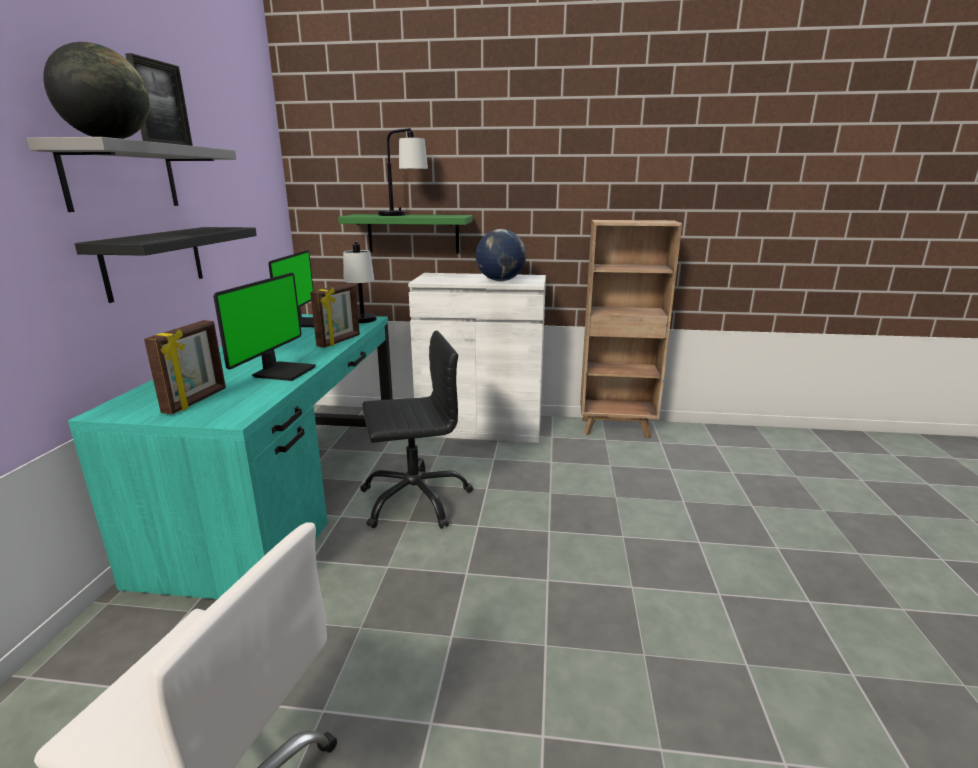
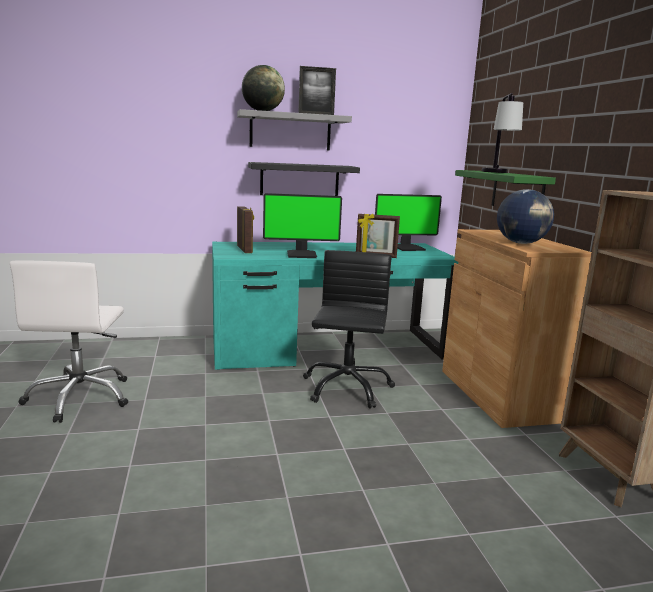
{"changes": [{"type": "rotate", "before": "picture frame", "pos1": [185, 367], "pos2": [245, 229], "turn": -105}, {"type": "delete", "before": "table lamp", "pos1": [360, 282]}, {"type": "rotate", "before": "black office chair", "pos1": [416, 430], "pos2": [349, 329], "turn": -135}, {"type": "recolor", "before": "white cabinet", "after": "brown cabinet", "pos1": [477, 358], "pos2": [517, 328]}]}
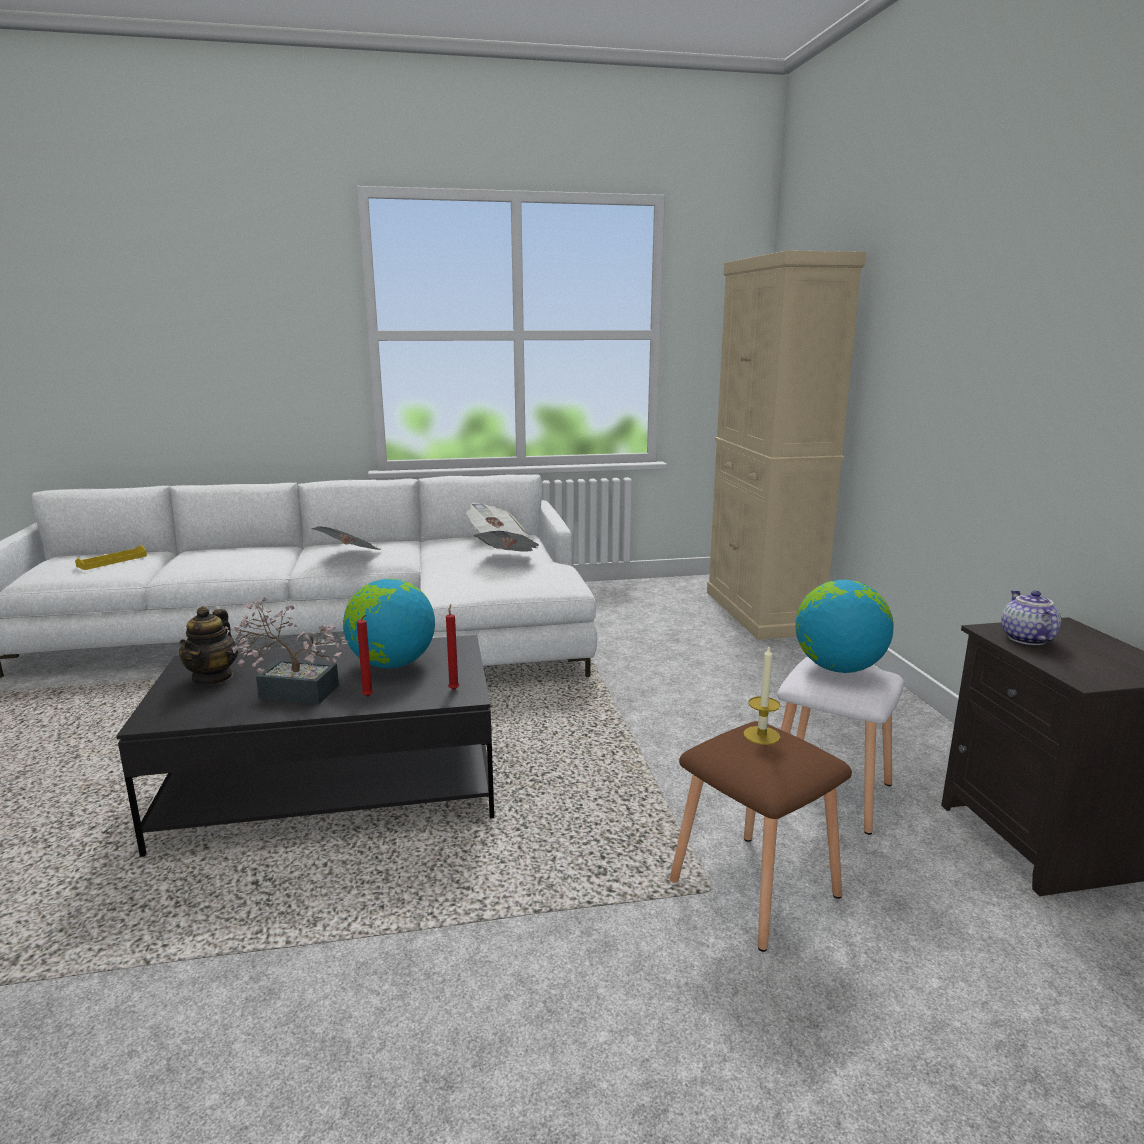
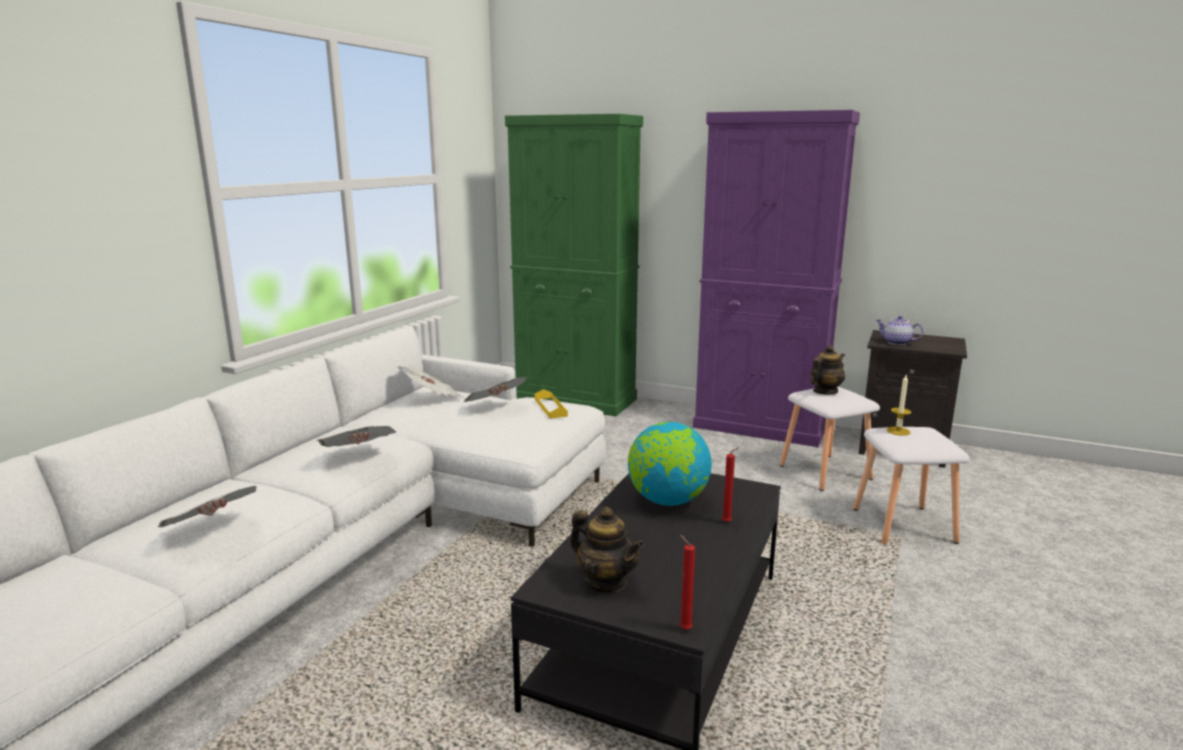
{"changes": [{"type": "move", "before": "yellow tray", "pos1": [111, 557], "pos2": [551, 404]}, {"type": "delete", "before": "potted plant", "pos1": [287, 650]}, {"type": "move", "before": "red candle", "pos1": [452, 647], "pos2": [687, 582]}, {"type": "recolor", "before": "brown stool", "after": "white stool", "pos1": [761, 836], "pos2": [911, 485]}, {"type": "recolor", "before": "beige cabinet", "after": "green cabinet", "pos1": [786, 445], "pos2": [574, 265]}, {"type": "replace", "before": "globe", "after": "teapot", "pos1": [844, 626], "pos2": [827, 369]}, {"type": "insert", "after": "newspaper", "pos2": [207, 507]}, {"type": "insert", "after": "purple cabinet", "pos2": [776, 278]}]}
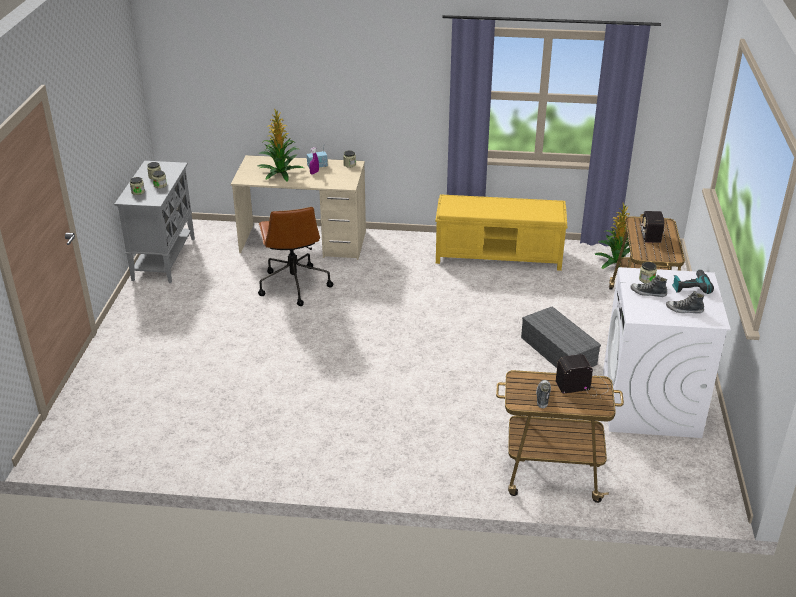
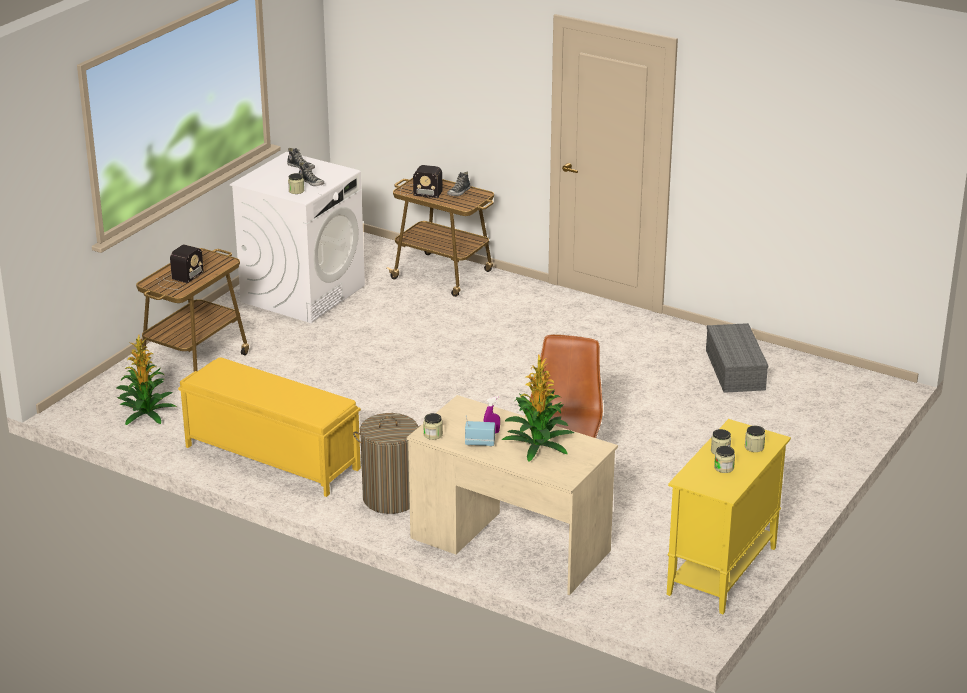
{"changes": [{"type": "recolor", "before": "grey cabinet", "after": "yellow cabinet", "pos1": [154, 222], "pos2": [729, 516]}, {"type": "move", "before": "grey storage box", "pos1": [561, 337], "pos2": [737, 358]}, {"type": "delete", "before": "power drill", "pos1": [693, 282]}, {"type": "insert", "after": "laundry basket", "pos2": [387, 463]}]}
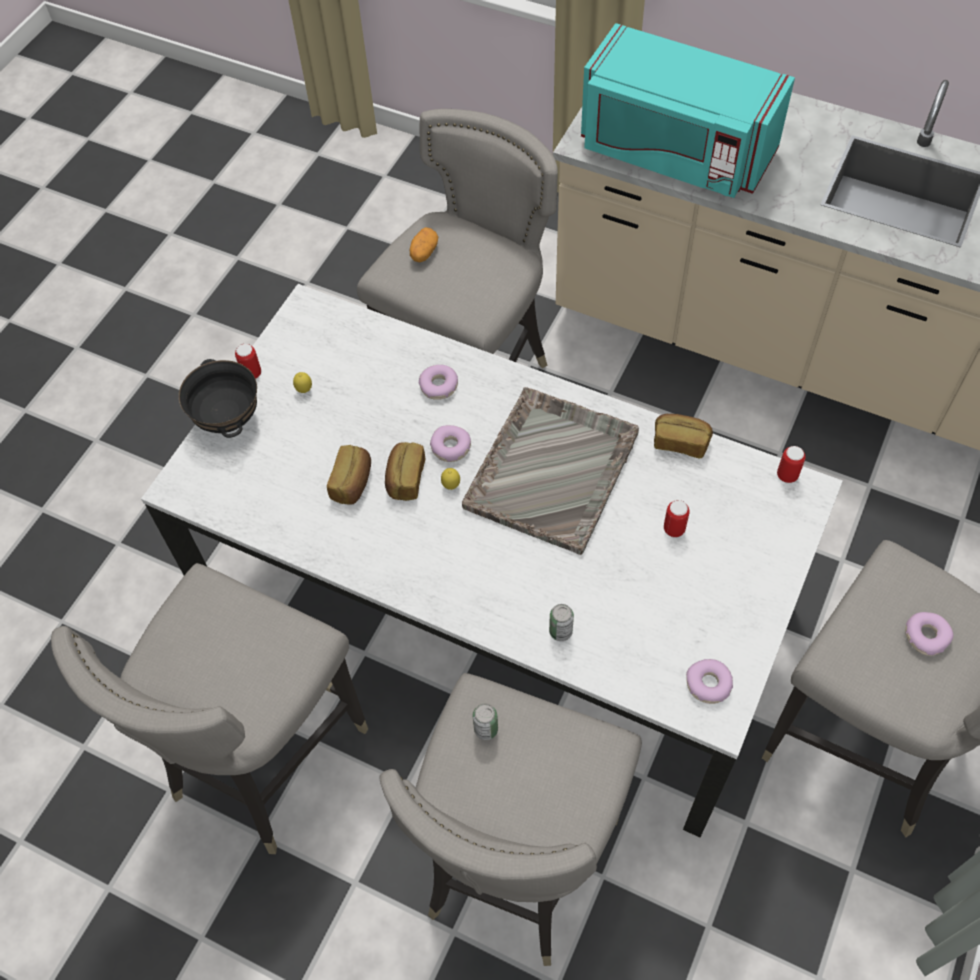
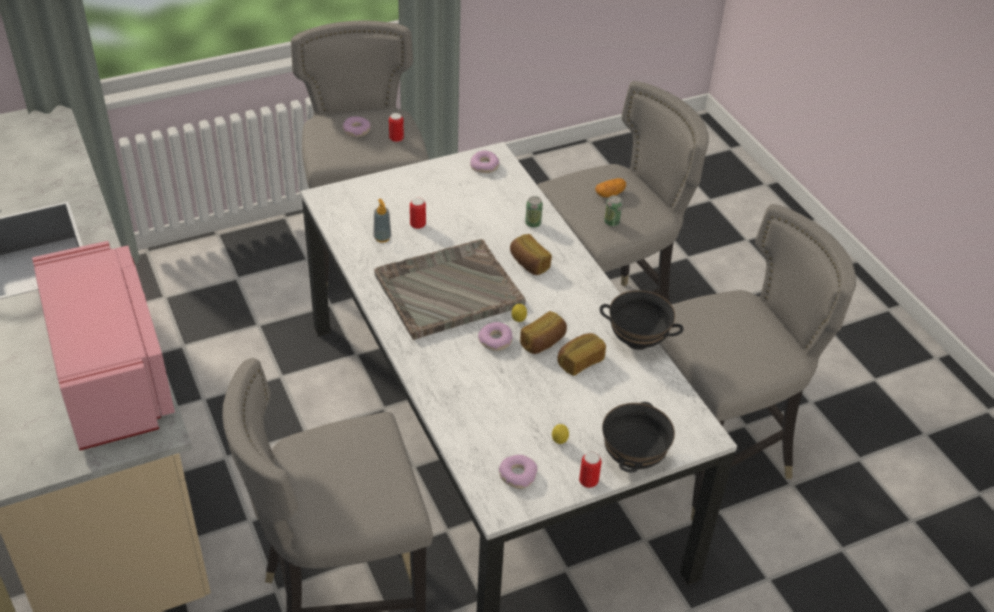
{"changes": [{"type": "move", "before": "potato", "pos1": [424, 244], "pos2": [610, 187]}, {"type": "move", "before": "donut", "pos1": [438, 382], "pos2": [518, 472]}, {"type": "recolor", "before": "turquoise microwave", "after": "pink microwave", "pos1": [688, 110], "pos2": [103, 345]}, {"type": "move", "before": "bread", "pos1": [683, 436], "pos2": [531, 254]}, {"type": "move", "before": "can", "pos1": [791, 464], "pos2": [396, 127]}, {"type": "insert", "after": "soap dispenser", "pos2": [382, 221]}, {"type": "insert", "after": "black bowl", "pos2": [641, 320]}]}
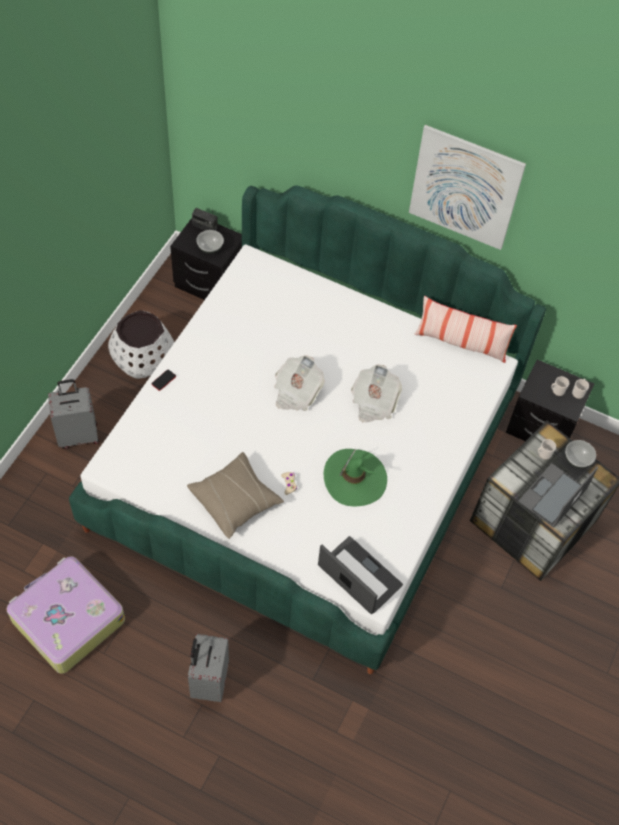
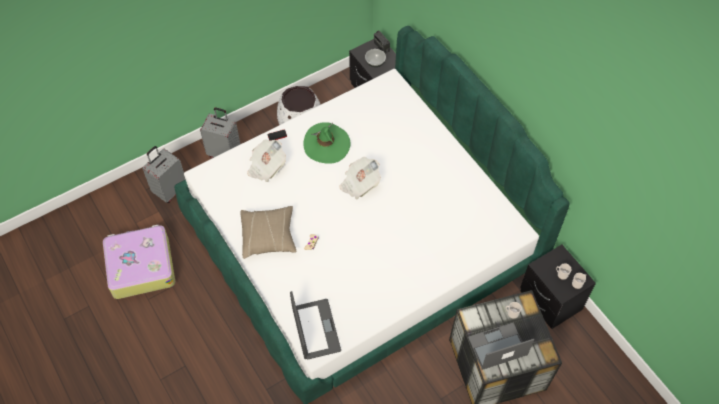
{"changes": [{"type": "move", "before": "grey suitcase", "pos1": [208, 668], "pos2": [164, 174]}, {"type": "move", "before": "green hat", "pos1": [355, 477], "pos2": [327, 143]}, {"type": "move", "before": "newspaper", "pos1": [376, 393], "pos2": [266, 160]}, {"type": "delete", "before": "picture", "pos1": [467, 187]}, {"type": "delete", "before": "pillow", "pos1": [465, 329]}, {"type": "delete", "before": "bowl", "pos1": [580, 454]}]}
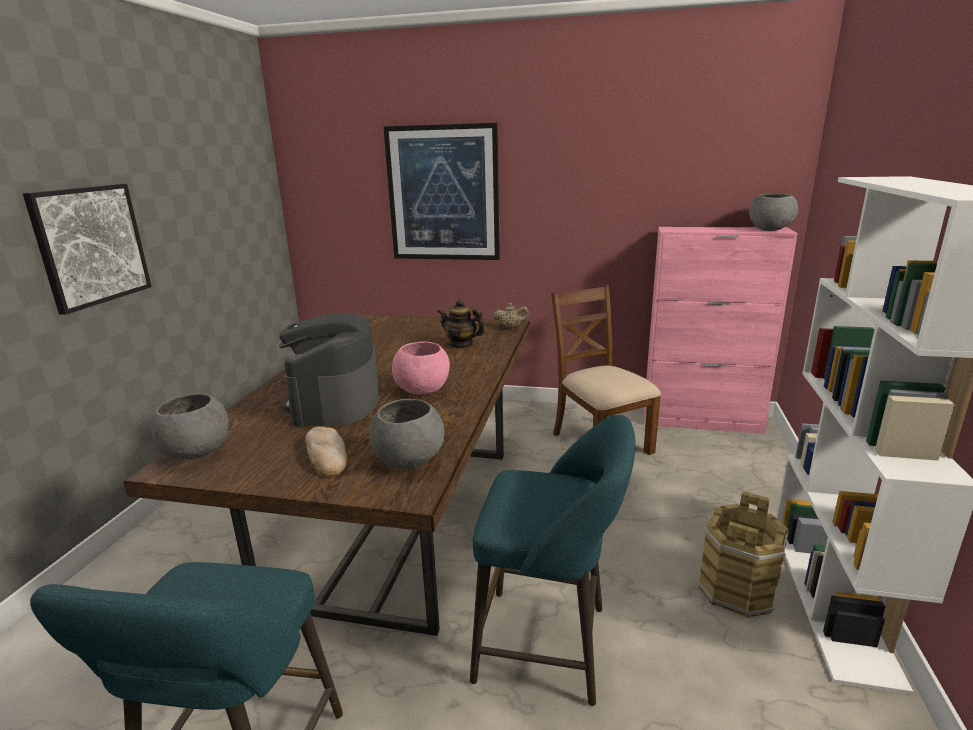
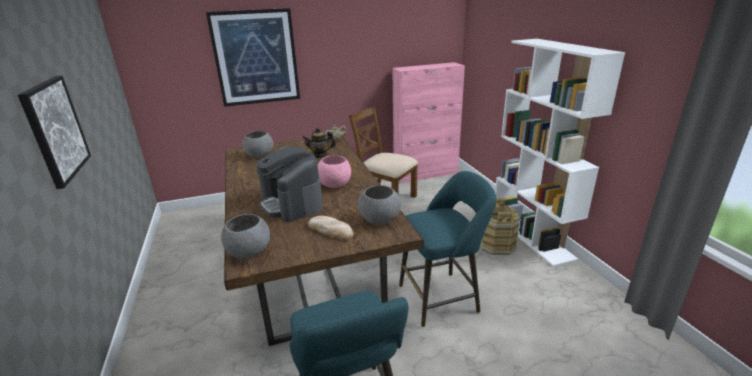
{"changes": [{"type": "move", "before": "grey bowl", "pos1": [773, 212], "pos2": [258, 144]}]}
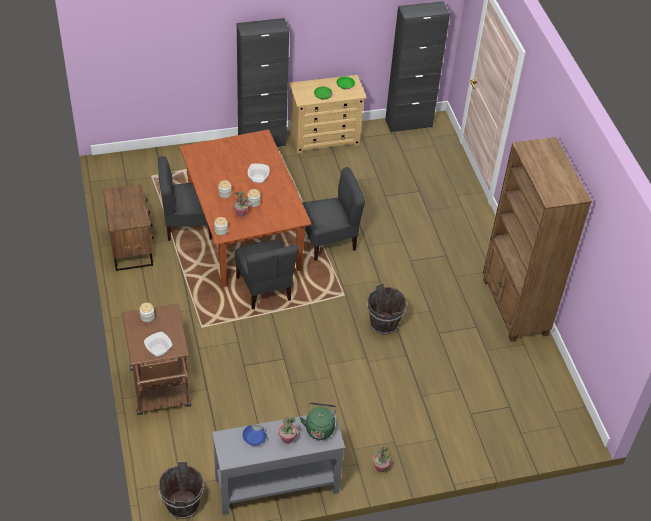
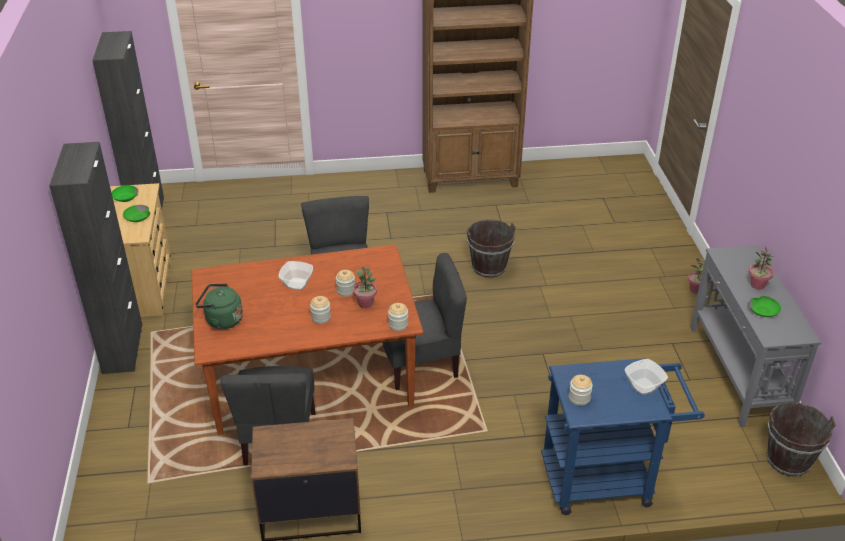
{"changes": [{"type": "recolor", "before": "brown cart", "after": "blue cart", "pos1": [156, 359], "pos2": [623, 436]}, {"type": "recolor", "before": "blue bowl", "after": "green bowl", "pos1": [254, 434], "pos2": [765, 306]}, {"type": "move", "before": "green kettle", "pos1": [318, 421], "pos2": [219, 306]}]}
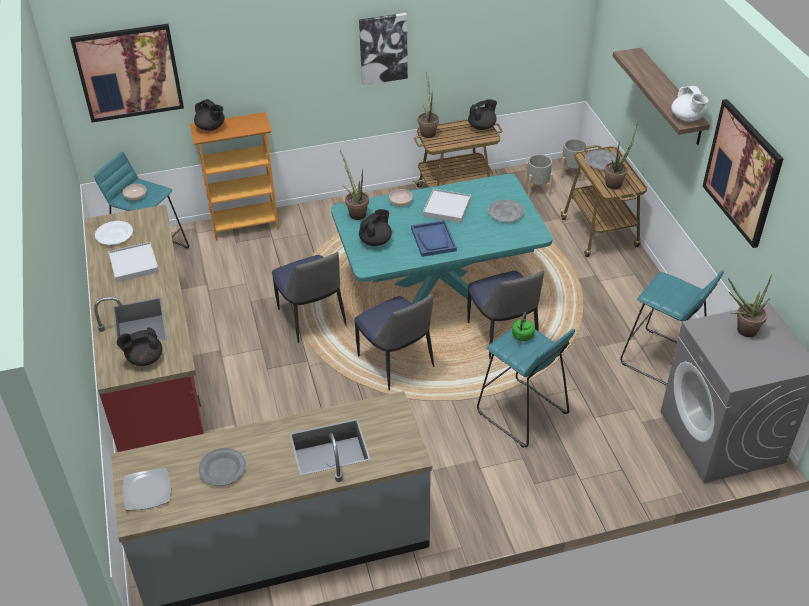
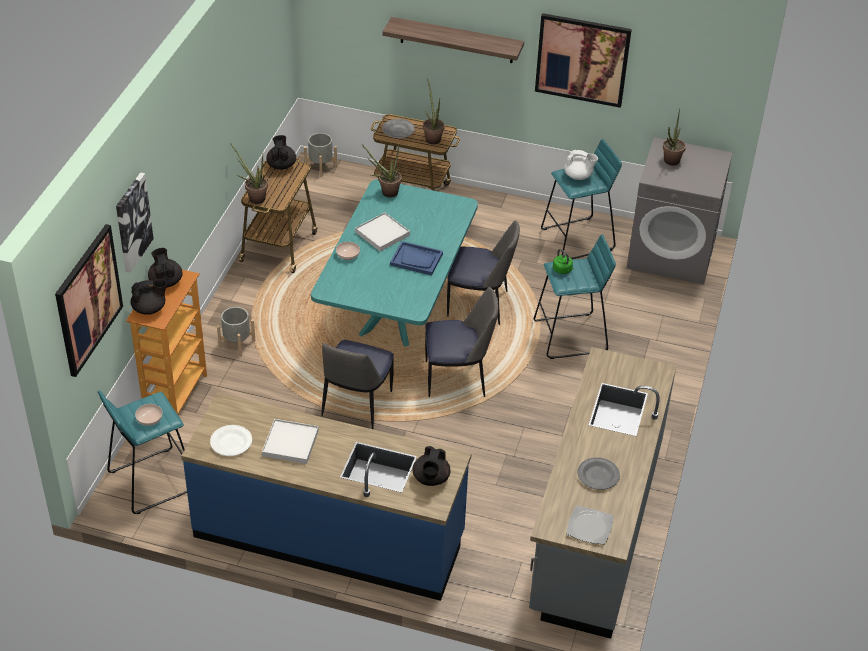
{"changes": [{"type": "recolor", "before": "red counter", "after": "blue counter", "pos1": [144, 328], "pos2": [326, 496]}, {"type": "rotate", "before": "chair", "pos1": [309, 297], "pos2": [357, 384], "turn": 105}, {"type": "move", "before": "potted plant", "pos1": [354, 185], "pos2": [382, 170]}, {"type": "move", "before": "picture", "pos1": [383, 49], "pos2": [135, 222]}, {"type": "move", "before": "black teapot", "pos1": [375, 227], "pos2": [165, 268]}, {"type": "delete", "before": "grey plate", "pos1": [506, 211]}, {"type": "move", "before": "grey planter", "pos1": [538, 175], "pos2": [236, 332]}, {"type": "move", "before": "white teapot", "pos1": [689, 104], "pos2": [581, 165]}]}
